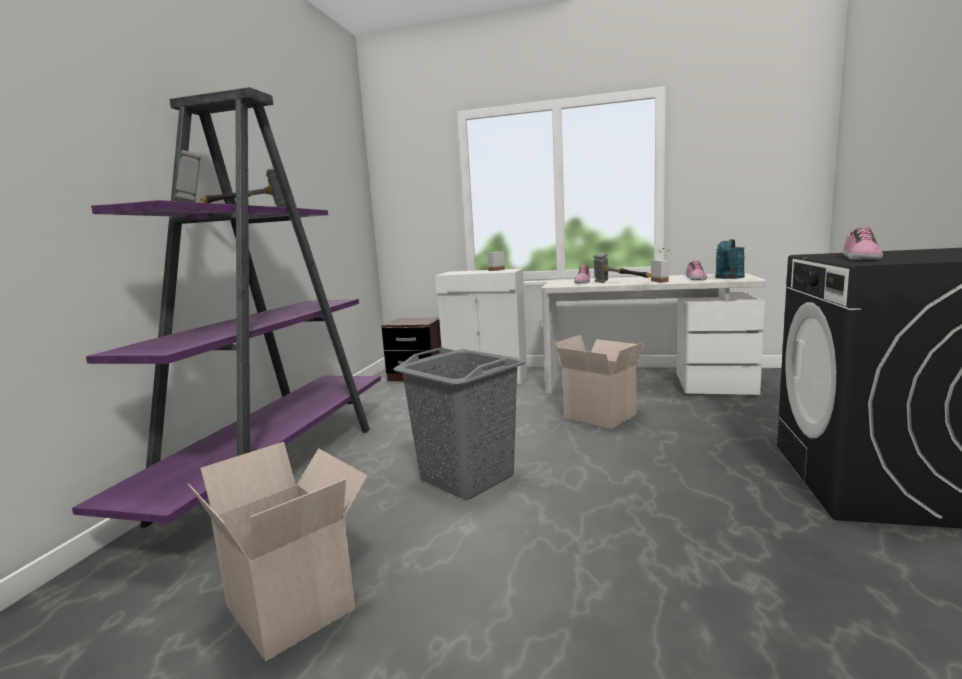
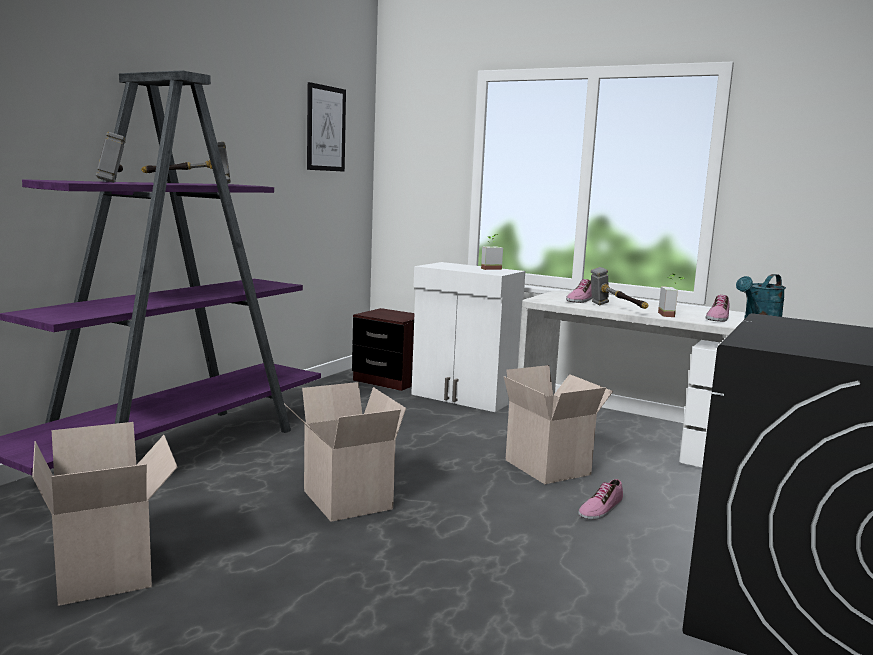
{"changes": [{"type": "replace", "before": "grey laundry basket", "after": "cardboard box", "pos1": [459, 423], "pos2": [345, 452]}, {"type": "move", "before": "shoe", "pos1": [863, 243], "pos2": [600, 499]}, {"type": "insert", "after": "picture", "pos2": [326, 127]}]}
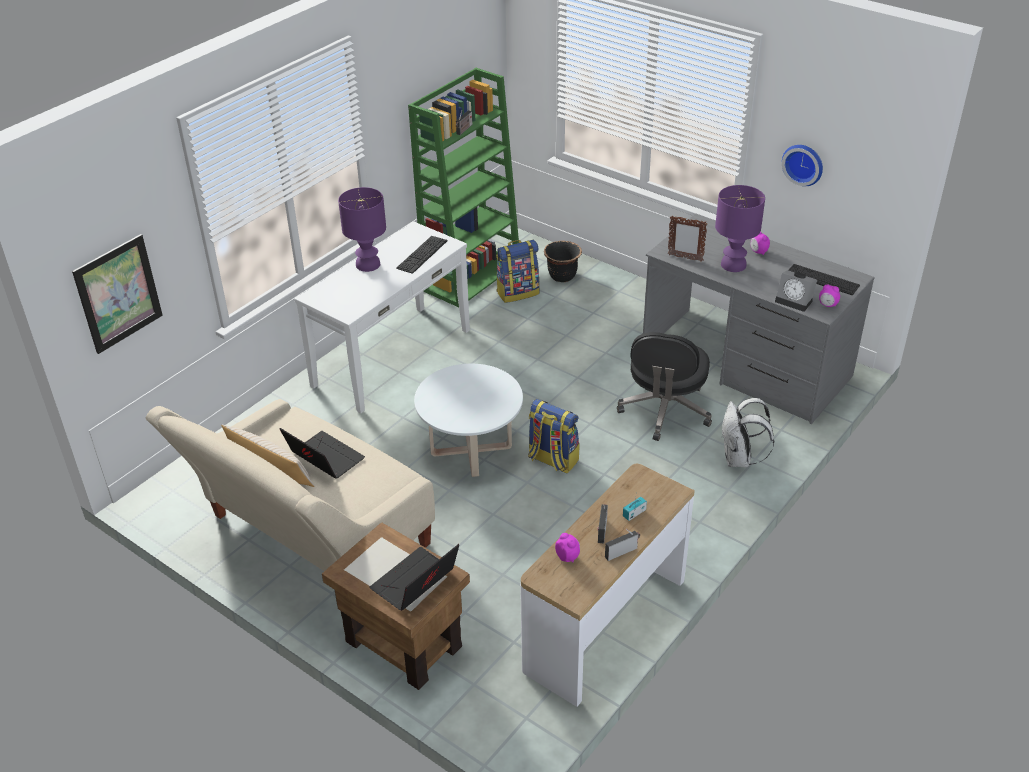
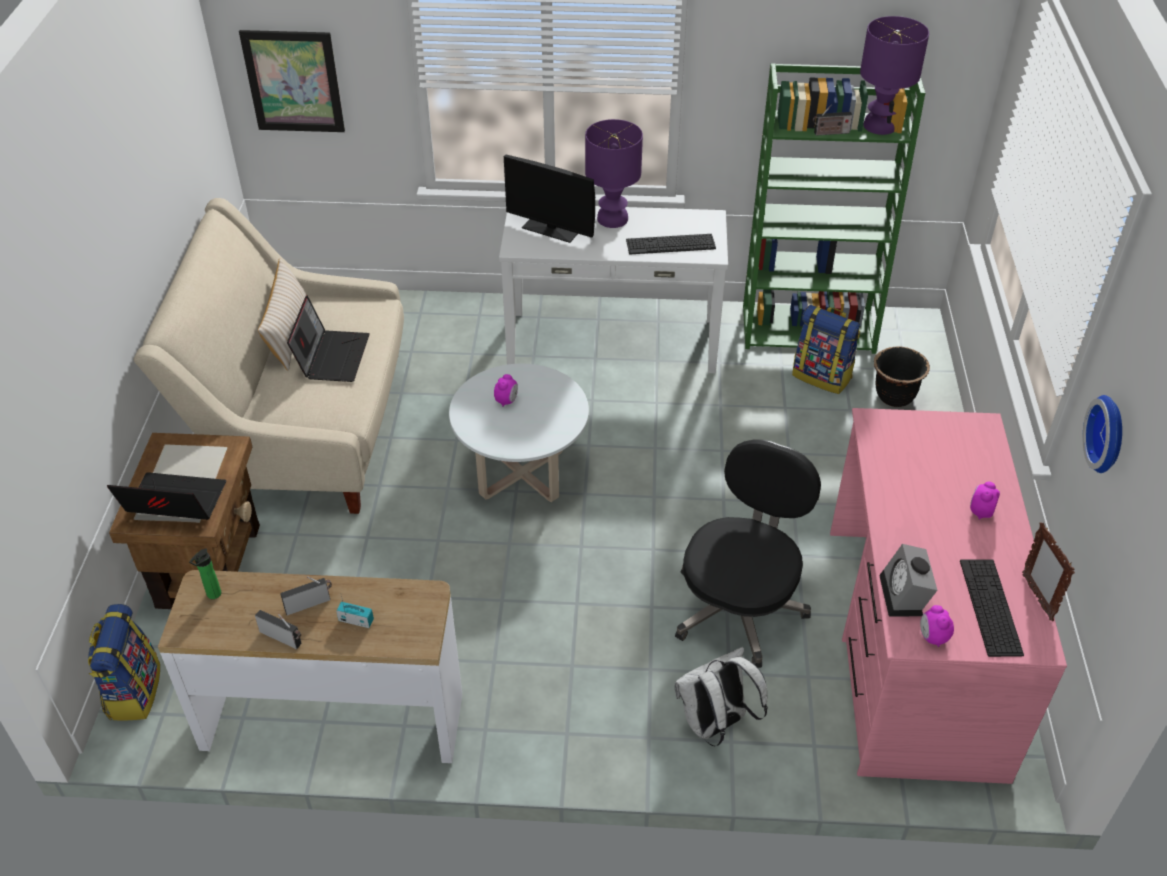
{"changes": [{"type": "move", "before": "backpack", "pos1": [553, 436], "pos2": [124, 662]}, {"type": "move", "before": "alarm clock", "pos1": [567, 547], "pos2": [506, 390]}, {"type": "rotate", "before": "black office chair", "pos1": [664, 386], "pos2": [748, 553], "turn": 135}, {"type": "recolor", "before": "grey desk", "after": "pink desk", "pos1": [759, 318], "pos2": [948, 596]}, {"type": "move", "before": "picture frame", "pos1": [688, 238], "pos2": [1048, 571]}, {"type": "move", "before": "purple table lamp", "pos1": [740, 228], "pos2": [894, 75]}, {"type": "insert", "after": "bottle", "pos2": [205, 573]}, {"type": "insert", "after": "monitor", "pos2": [549, 198]}]}
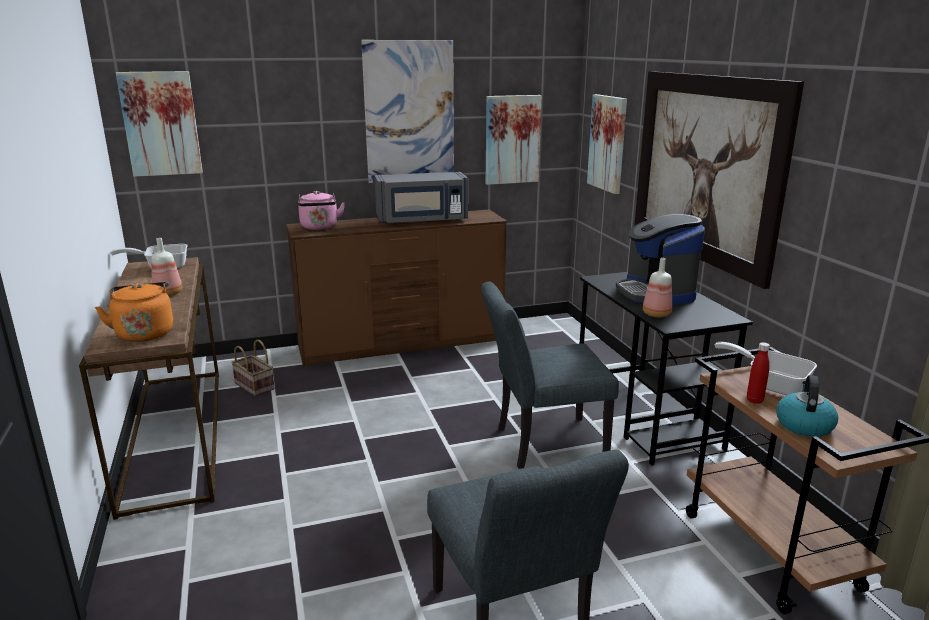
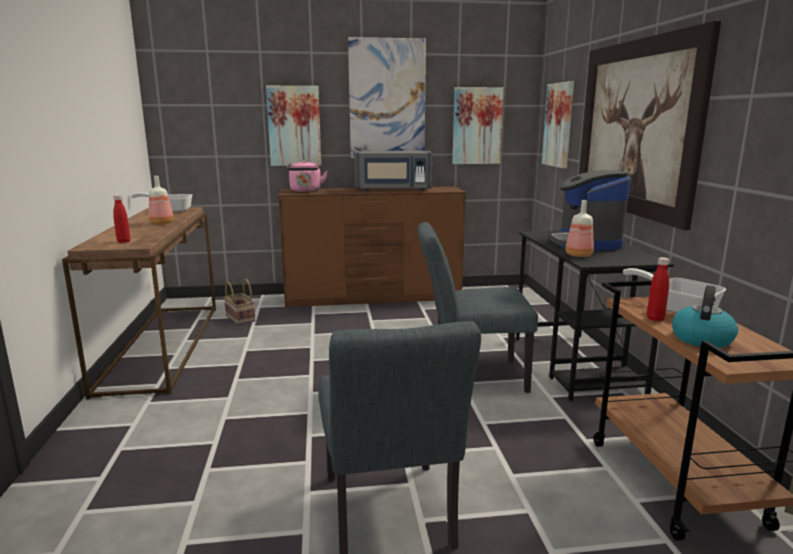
{"changes": [{"type": "replace", "before": "orange kettle", "after": "red bottle", "pos1": [134, 312], "pos2": [121, 219]}, {"type": "move", "before": "picture", "pos1": [159, 124], "pos2": [293, 126]}]}
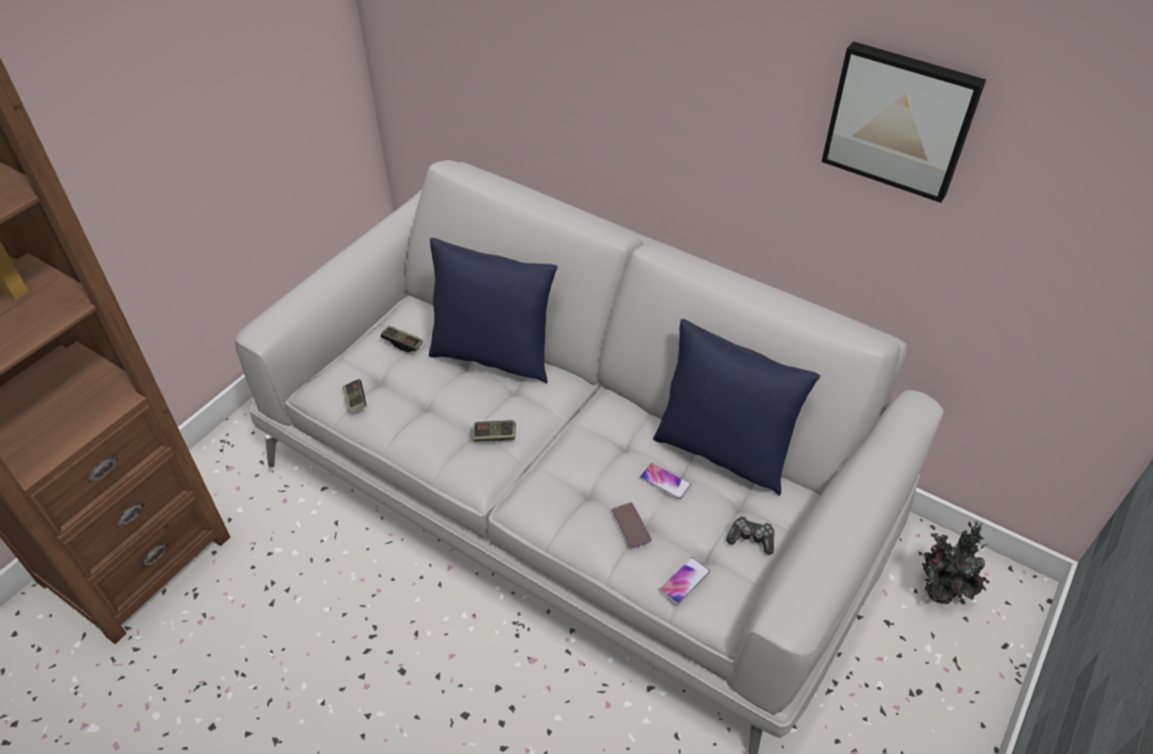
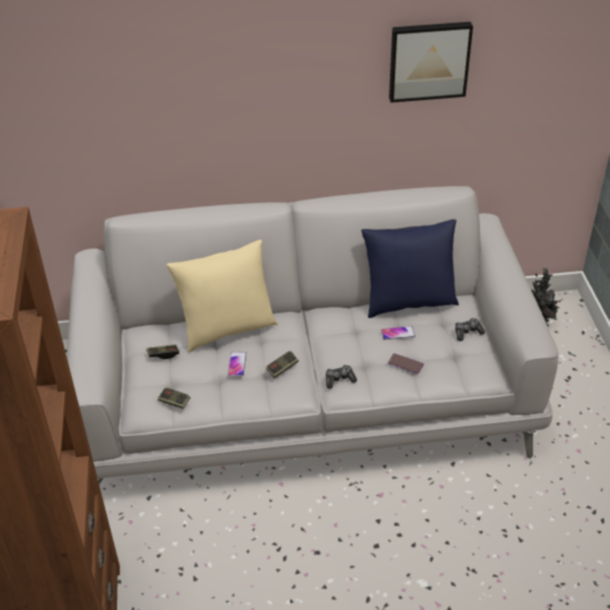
{"changes": [{"type": "recolor", "before": "blue pillow", "after": "beige pillow", "pos1": [493, 311], "pos2": [222, 296]}, {"type": "move", "before": "phone", "pos1": [685, 580], "pos2": [237, 364]}, {"type": "insert", "after": "game controller", "pos2": [341, 377]}]}
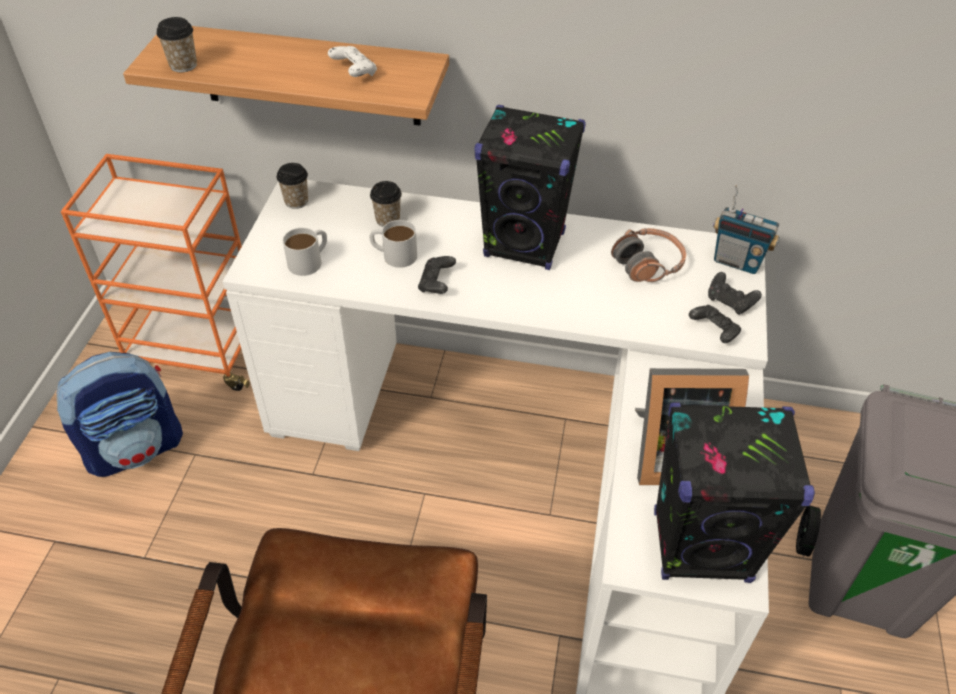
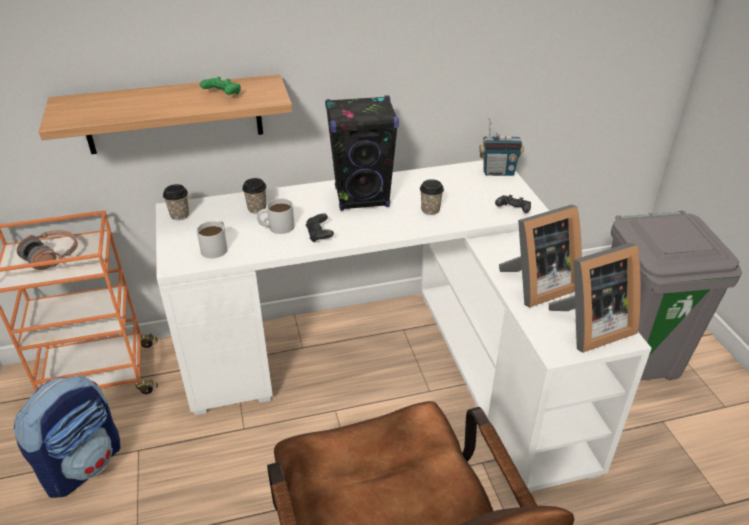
{"changes": [{"type": "move", "before": "cup", "pos1": [177, 44], "pos2": [432, 197]}, {"type": "recolor", "before": "white game controller", "after": "green game controller", "pos1": [352, 61], "pos2": [220, 85]}, {"type": "move", "before": "headphones", "pos1": [648, 255], "pos2": [47, 250]}, {"type": "replace", "before": "black speaker", "after": "picture frame", "pos1": [734, 493], "pos2": [595, 298]}, {"type": "delete", "before": "black game controller", "pos1": [735, 293]}]}
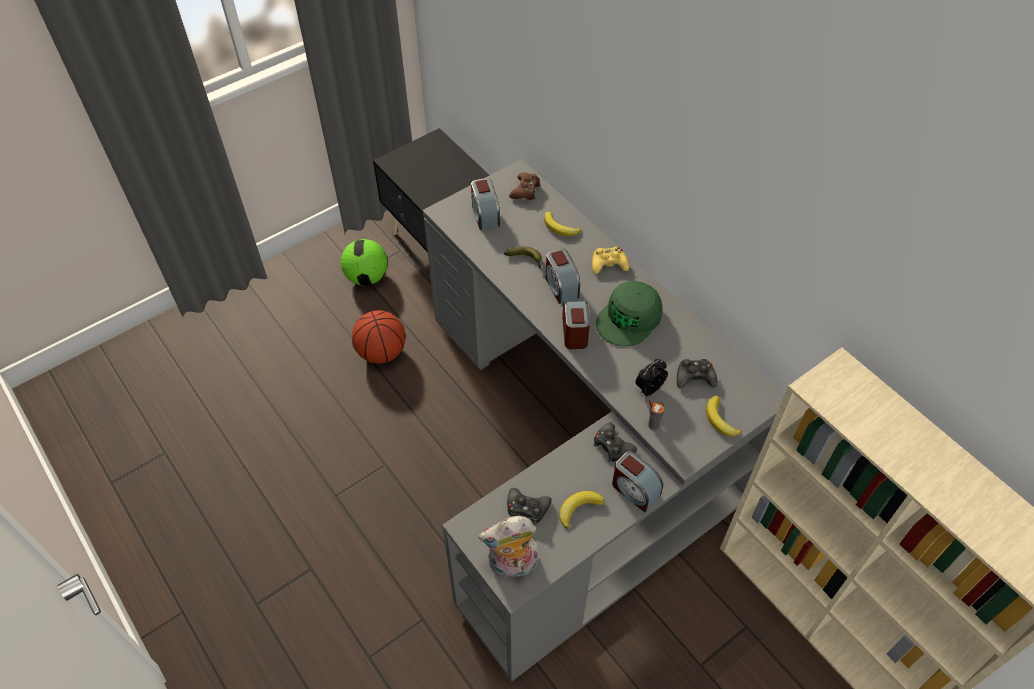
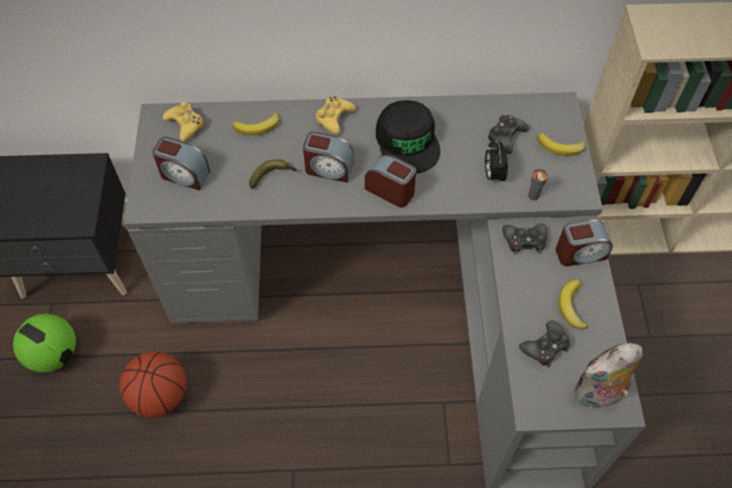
{"changes": [{"type": "rotate", "before": "plush toy", "pos1": [508, 547], "pos2": [608, 376], "turn": 45}, {"type": "recolor", "before": "brown game controller", "after": "yellow game controller", "pos1": [524, 186], "pos2": [184, 122]}, {"type": "recolor", "before": "green cap", "after": "black cap", "pos1": [629, 313], "pos2": [408, 137]}]}
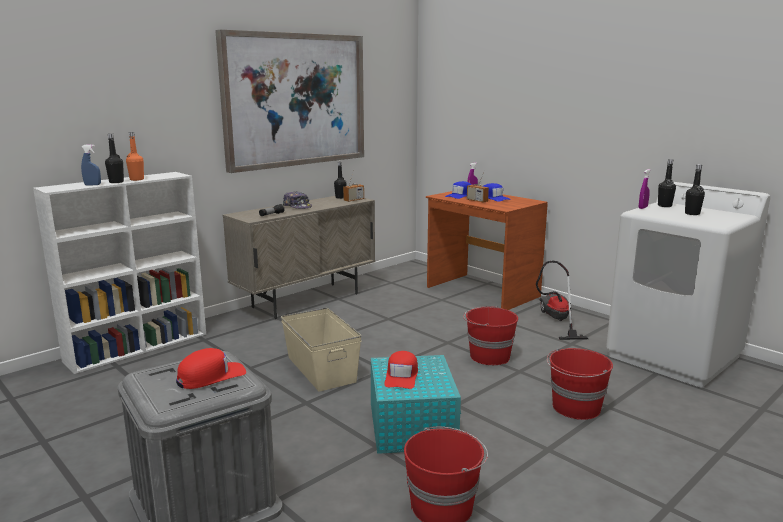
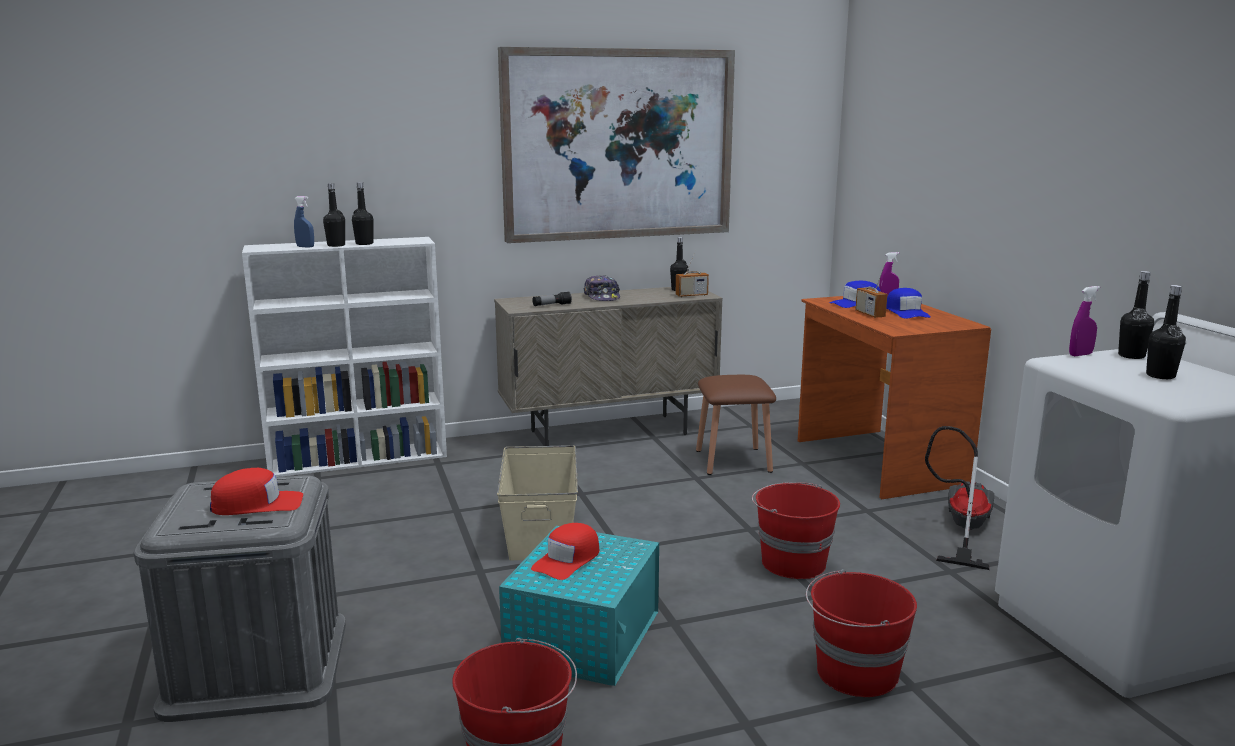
{"changes": [{"type": "recolor", "before": "orange bottle", "after": "black bottle", "pos1": [135, 156], "pos2": [363, 213]}, {"type": "insert", "after": "brown stool", "pos2": [736, 425]}]}
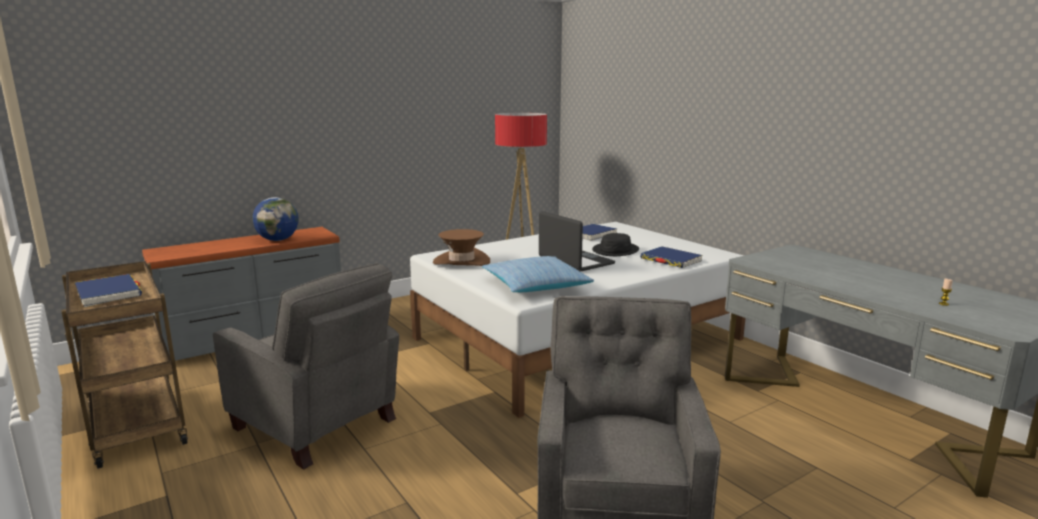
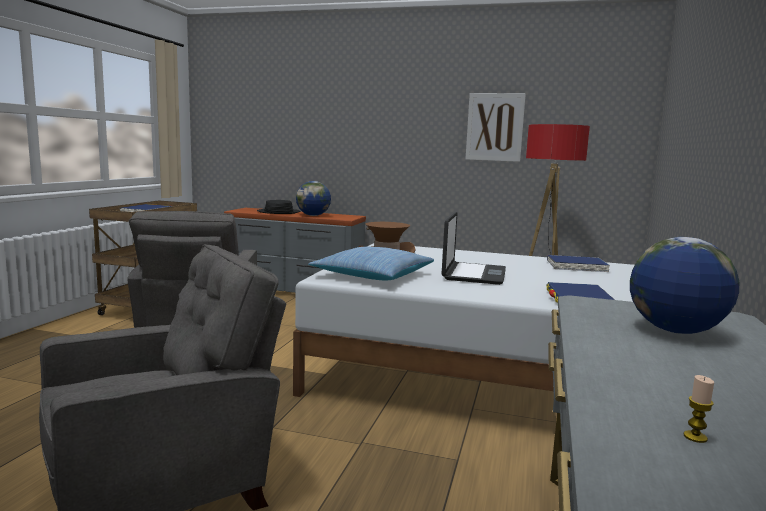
{"changes": [{"type": "move", "before": "black hat", "pos1": [615, 244], "pos2": [278, 207]}, {"type": "insert", "after": "picture", "pos2": [495, 127]}, {"type": "insert", "after": "globe", "pos2": [684, 285]}]}
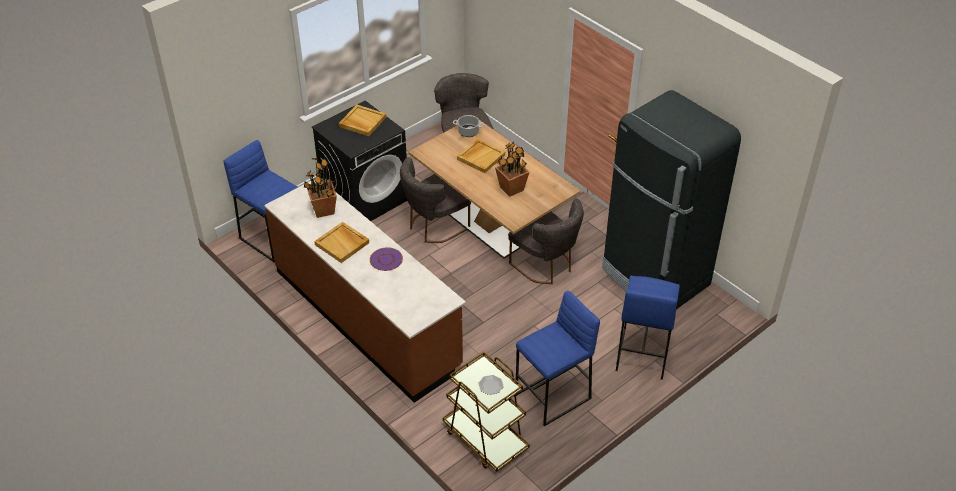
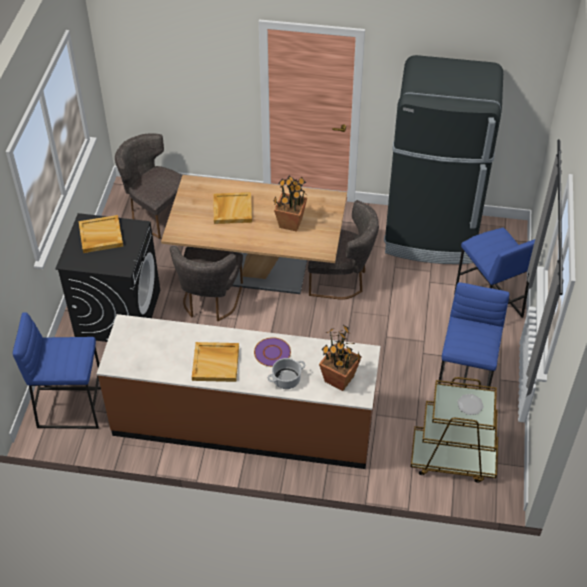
{"changes": [{"type": "move", "before": "potted plant", "pos1": [320, 188], "pos2": [340, 358]}, {"type": "move", "before": "cooking pot", "pos1": [468, 126], "pos2": [286, 373]}]}
